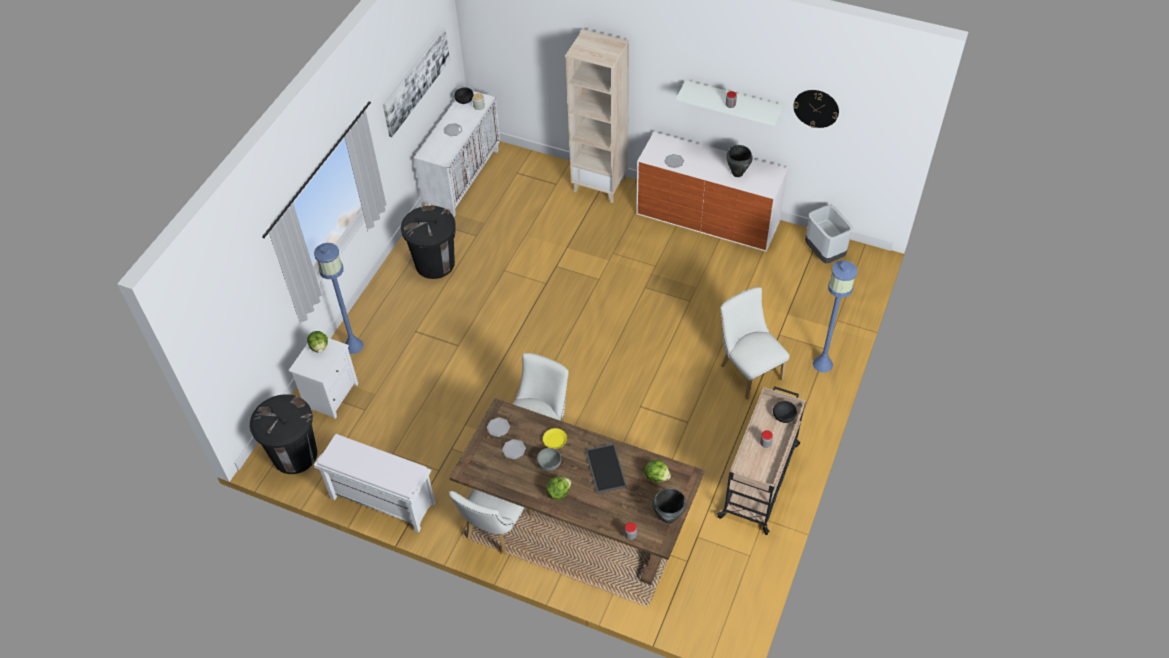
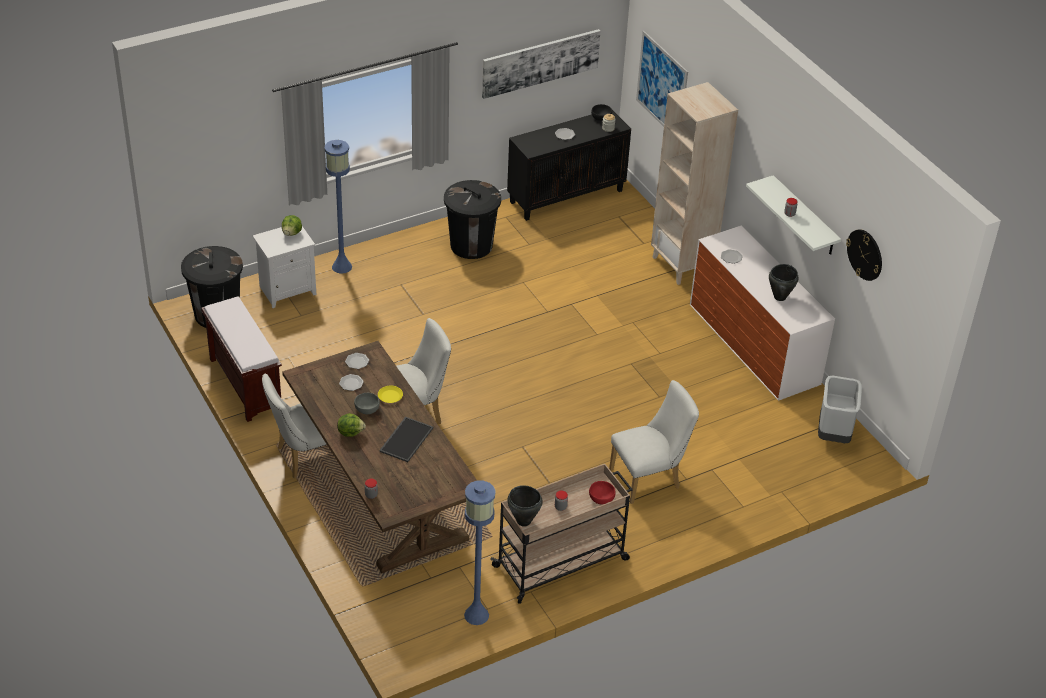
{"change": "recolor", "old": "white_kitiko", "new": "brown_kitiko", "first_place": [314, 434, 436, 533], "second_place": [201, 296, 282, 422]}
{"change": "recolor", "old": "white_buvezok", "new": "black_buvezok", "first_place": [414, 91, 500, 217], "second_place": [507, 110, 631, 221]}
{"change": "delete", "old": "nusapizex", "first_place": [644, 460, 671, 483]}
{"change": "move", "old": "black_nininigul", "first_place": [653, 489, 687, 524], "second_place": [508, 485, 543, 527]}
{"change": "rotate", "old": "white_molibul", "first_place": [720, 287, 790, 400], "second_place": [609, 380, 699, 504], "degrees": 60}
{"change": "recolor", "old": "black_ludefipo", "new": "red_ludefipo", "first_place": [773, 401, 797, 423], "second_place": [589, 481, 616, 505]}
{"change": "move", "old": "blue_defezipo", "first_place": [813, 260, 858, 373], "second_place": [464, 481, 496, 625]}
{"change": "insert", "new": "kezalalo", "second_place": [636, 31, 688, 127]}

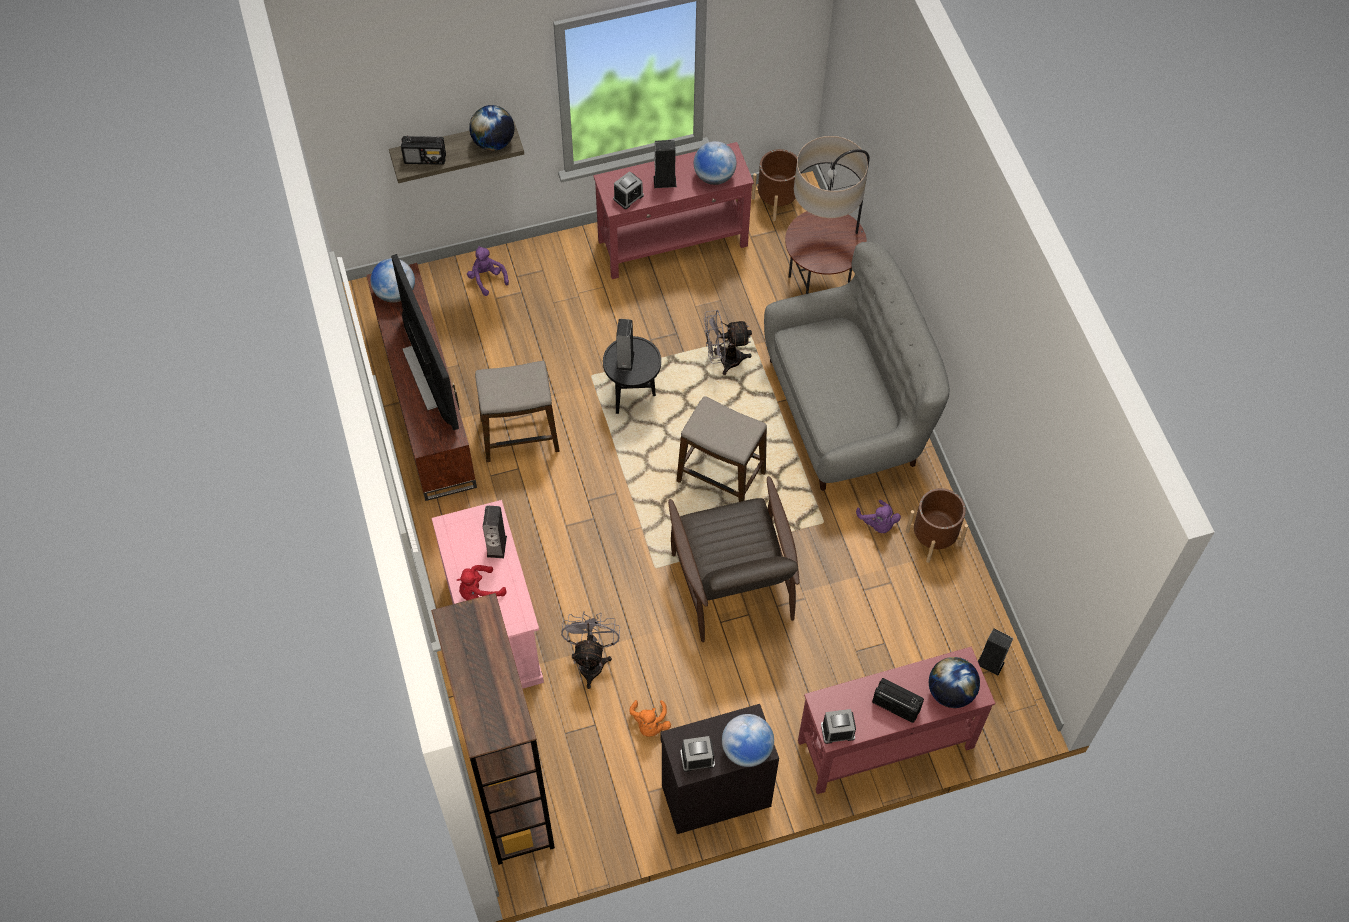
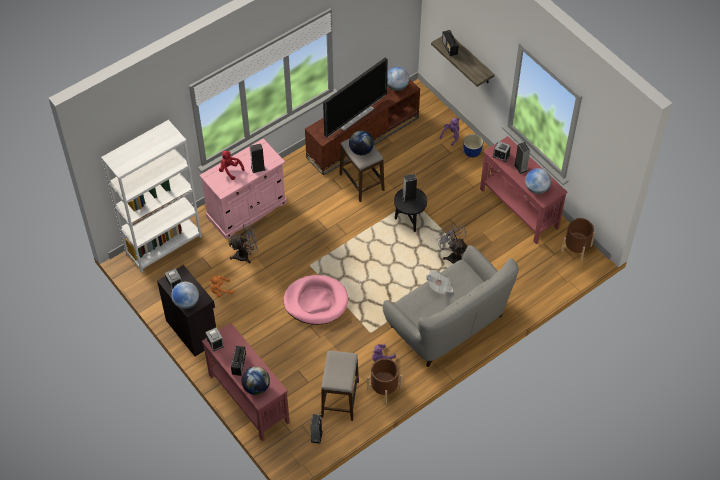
{"change": "recolor", "old": "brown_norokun", "new": "white_norokun", "first_place": [431, 593, 555, 865], "second_place": [101, 120, 202, 273]}
{"change": "move", "old": "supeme", "first_place": [469, 105, 514, 151], "second_place": [349, 131, 374, 155]}
{"change": "replace", "old": "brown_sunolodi", "new": "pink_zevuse", "first_place": [668, 476, 799, 642], "second_place": [284, 275, 348, 325]}
{"change": "move", "old": "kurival", "first_place": [677, 396, 767, 502], "second_place": [321, 351, 359, 421]}
{"change": "delete", "old": "defezipo", "first_place": [785, 136, 870, 294]}
{"change": "insert", "new": "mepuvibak", "second_place": [426, 270, 453, 294]}
{"change": "insert", "new": "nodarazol", "second_place": [463, 134, 483, 157]}

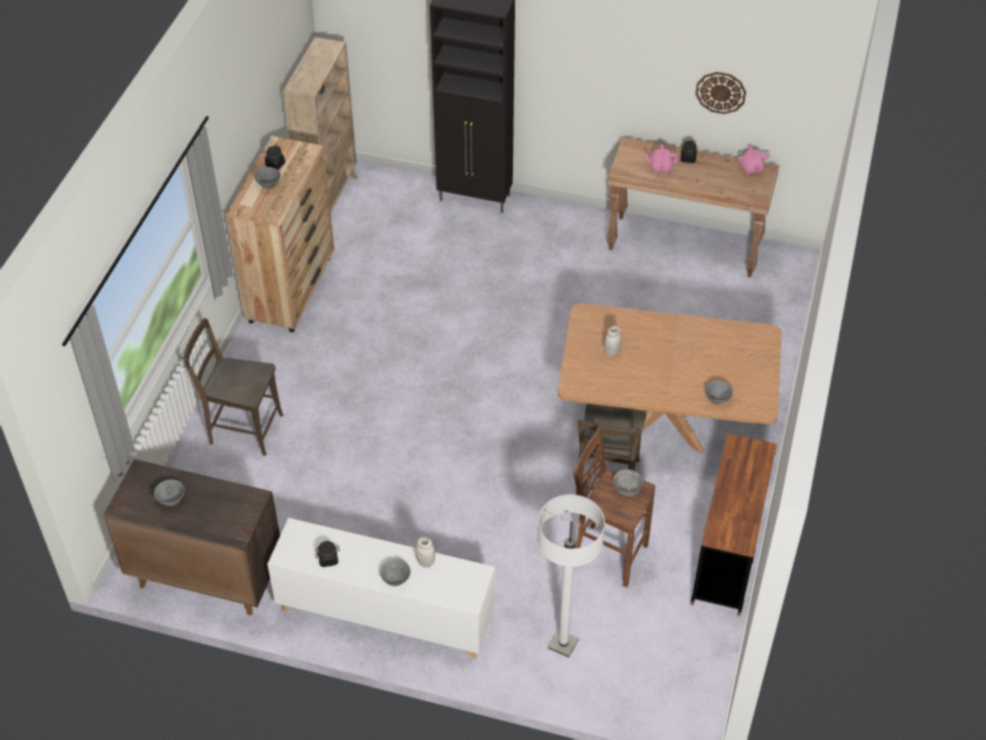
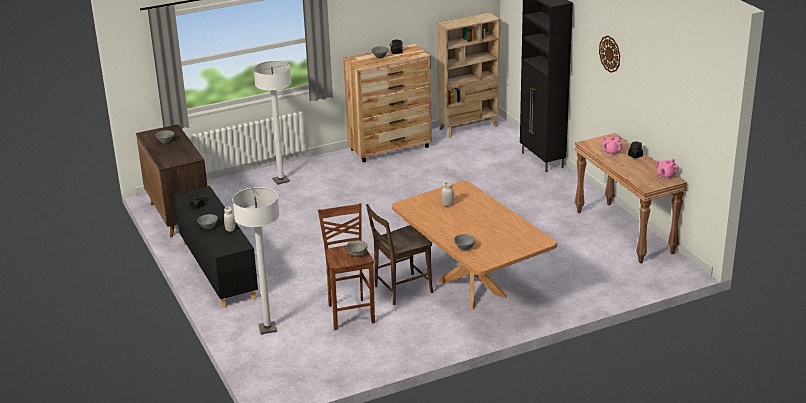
{"change": "replace", "old": "brown_molibul", "new": "white_defezipo", "first_place": [183, 318, 283, 456], "second_place": [254, 61, 291, 185]}
{"change": "recolor", "old": "white_buvezok", "new": "black_buvezok", "first_place": [267, 518, 495, 659], "second_place": [174, 186, 258, 308]}
{"change": "delete", "old": "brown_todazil", "first_place": [691, 433, 777, 617]}
{"change": "move", "old": "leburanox", "first_place": [695, 72, 746, 114], "second_place": [599, 36, 620, 73]}

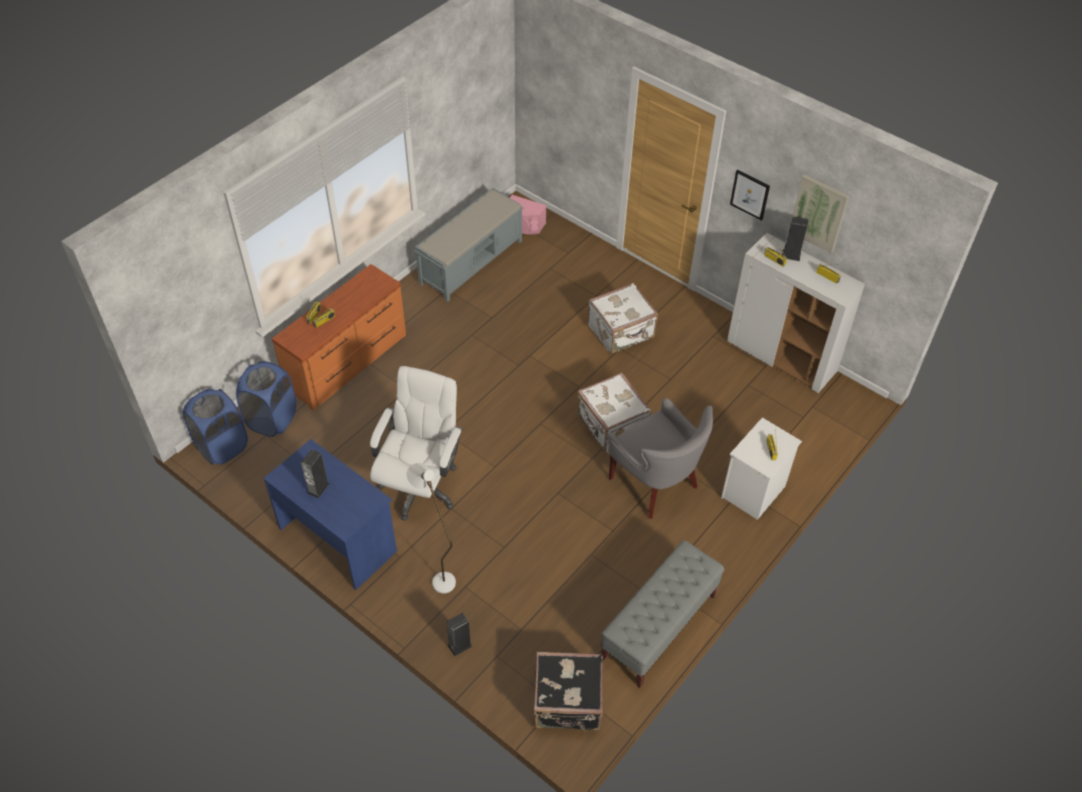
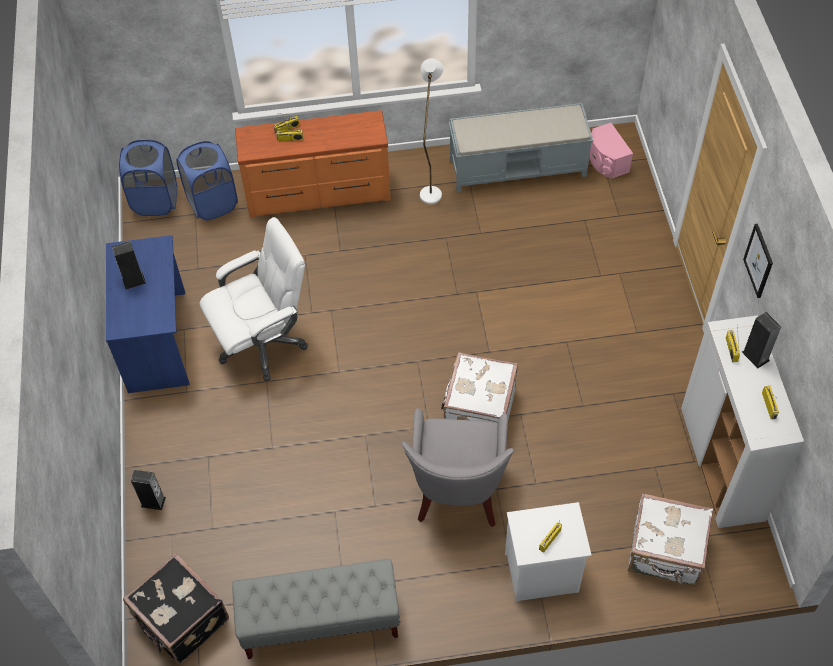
{"change": "move", "old": "white_defezipo", "first_place": [407, 463, 456, 593], "second_place": [420, 58, 443, 204]}
{"change": "move", "old": "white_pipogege", "first_place": [588, 283, 658, 354], "second_place": [628, 494, 713, 586]}
{"change": "delete", "old": "kezalalo", "first_place": [793, 174, 850, 253]}

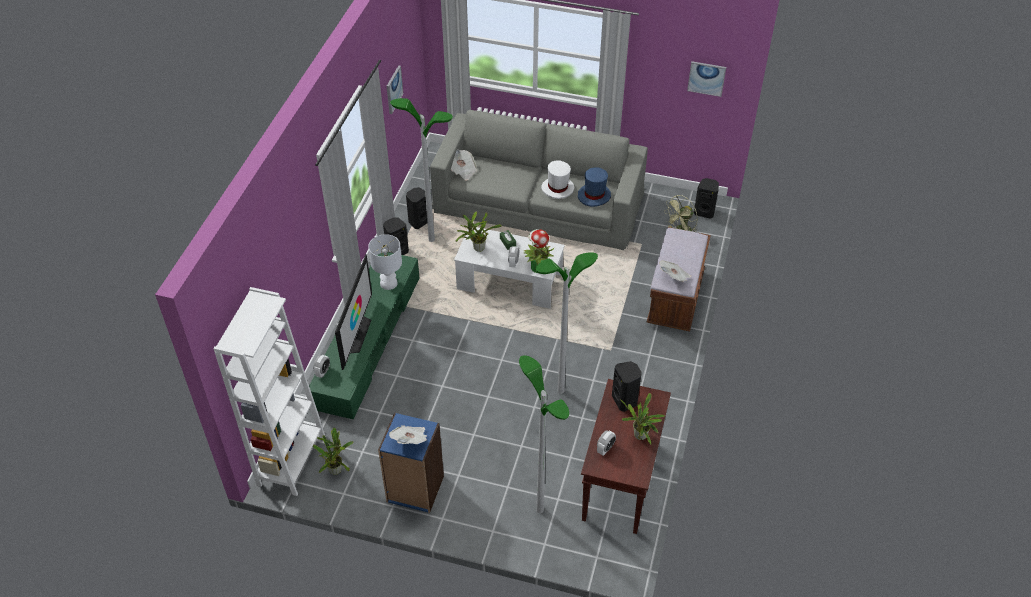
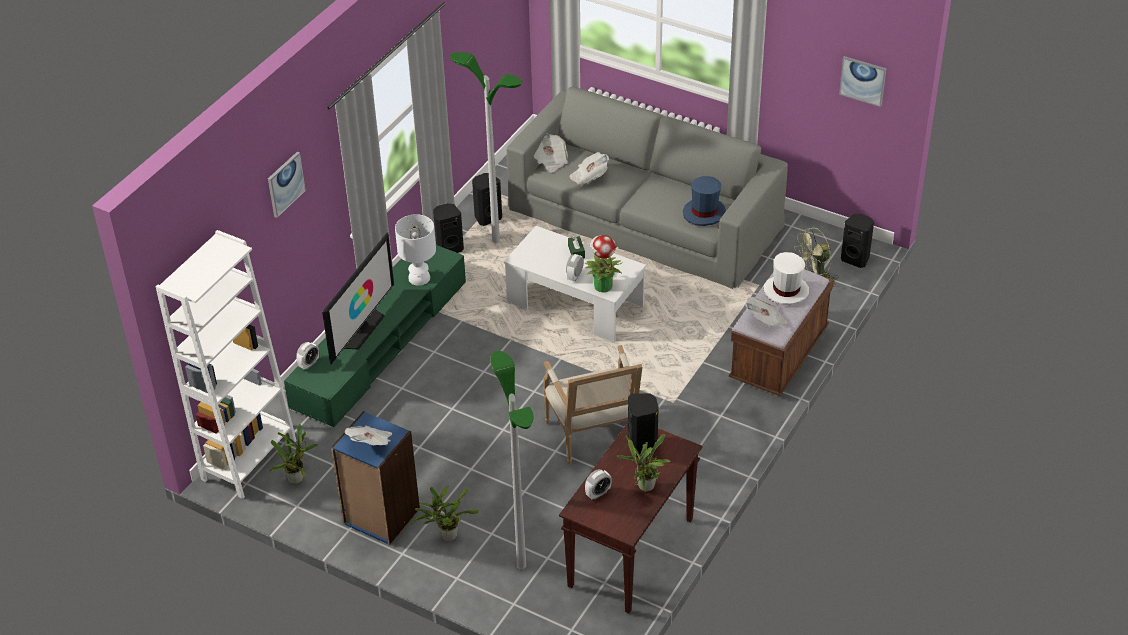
{"change": "move", "old": "kezalalo", "first_place": [387, 65, 403, 114], "second_place": [268, 152, 306, 218]}
{"change": "move", "old": "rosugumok", "first_place": [456, 212, 502, 252], "second_place": [411, 486, 479, 541]}
{"change": "replace", "old": "defezipo", "new": "sunolodi", "first_place": [536, 252, 598, 394], "second_place": [543, 345, 642, 464]}
{"change": "move", "old": "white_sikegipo", "first_place": [541, 160, 575, 199], "second_place": [763, 252, 809, 305]}
{"change": "insert", "new": "mepuvibak", "second_place": [569, 152, 609, 187]}

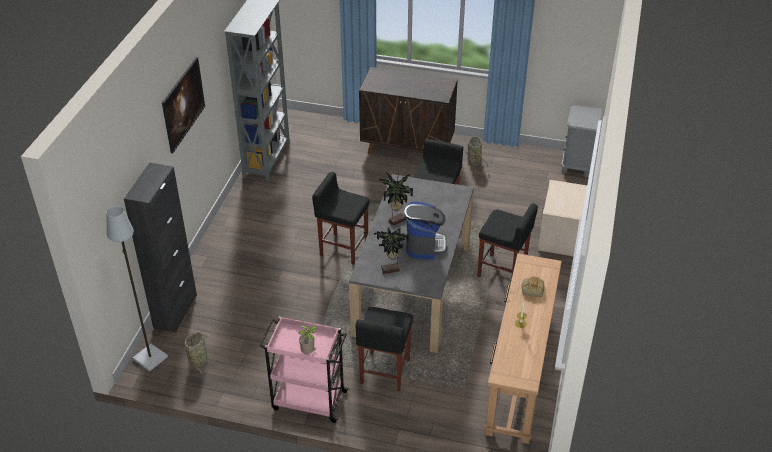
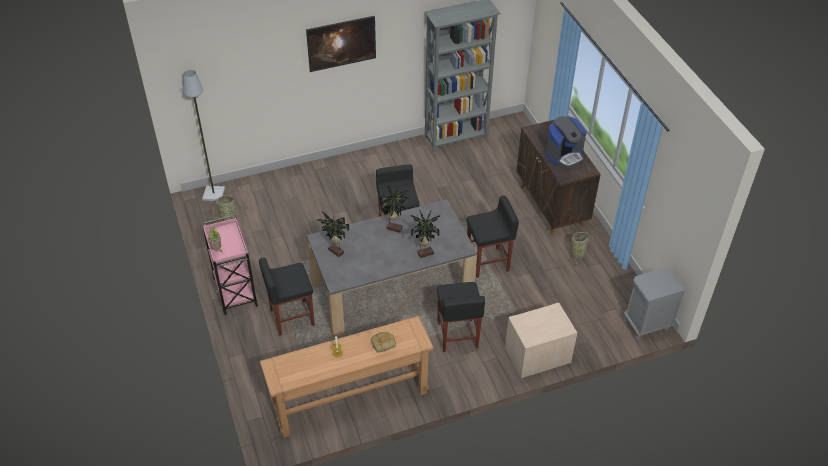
{"change": "delete", "old": "black_buvezok", "first_place": [124, 163, 197, 333]}
{"change": "move", "old": "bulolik", "first_place": [404, 201, 447, 259], "second_place": [546, 116, 587, 168]}
{"change": "insert", "new": "rosugumok", "second_place": [411, 209, 440, 258]}

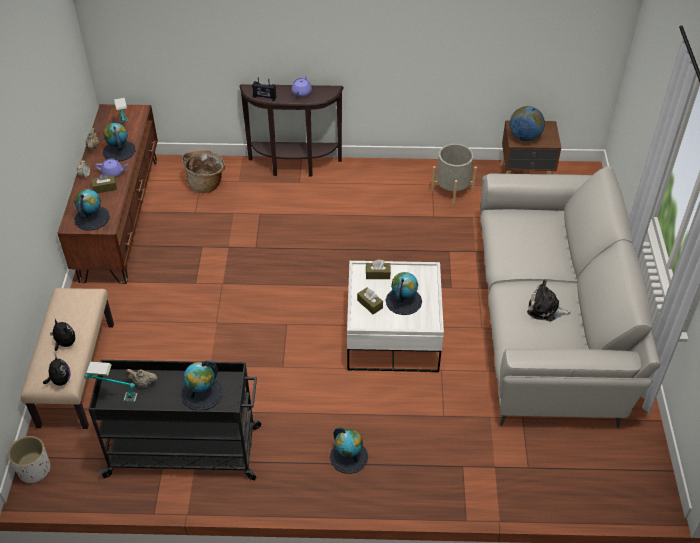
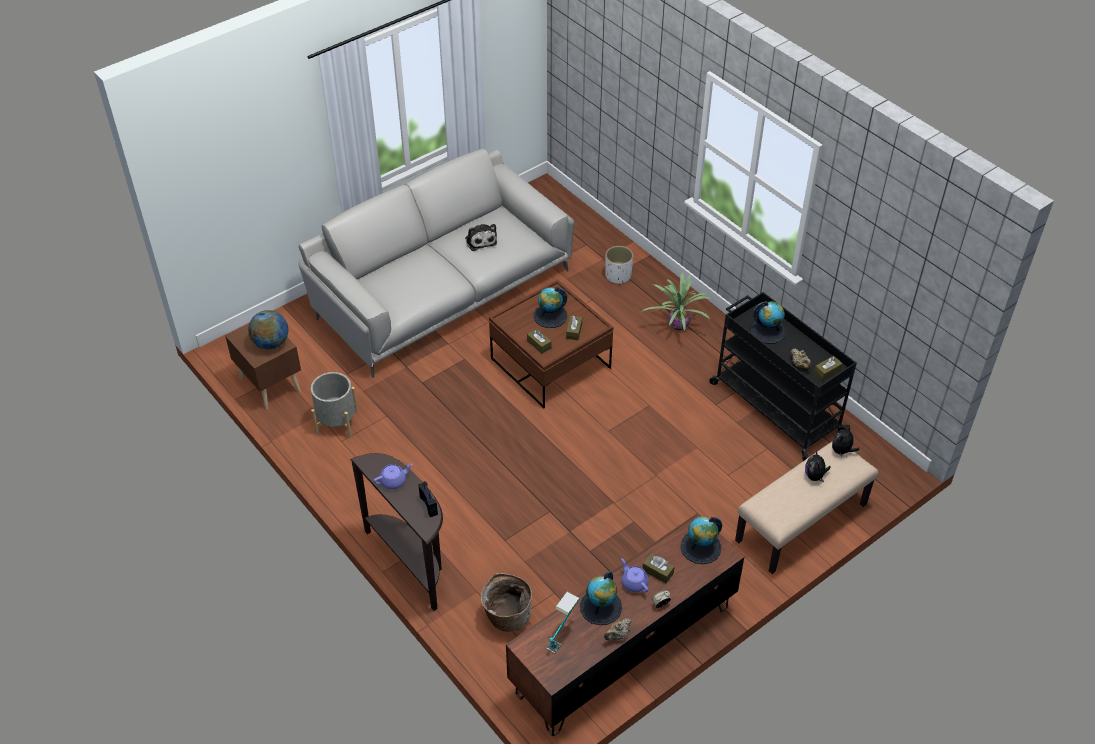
{"change": "move", "old": "white_nodarazol", "first_place": [8, 436, 50, 483], "second_place": [605, 246, 633, 285]}
{"change": "replace", "old": "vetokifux", "new": "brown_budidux", "first_place": [84, 361, 137, 402], "second_place": [814, 356, 843, 381]}
{"change": "replace", "old": "supeme", "new": "rosugumok", "first_place": [330, 427, 368, 474], "second_place": [642, 272, 710, 331]}
{"change": "recolor", "old": "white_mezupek", "new": "brown_mezupek", "first_place": [347, 261, 444, 372], "second_place": [489, 280, 613, 408]}

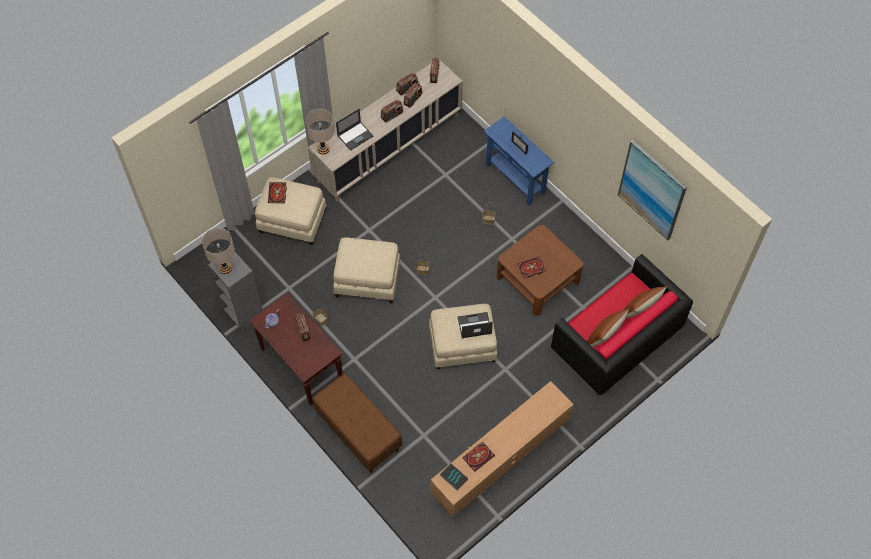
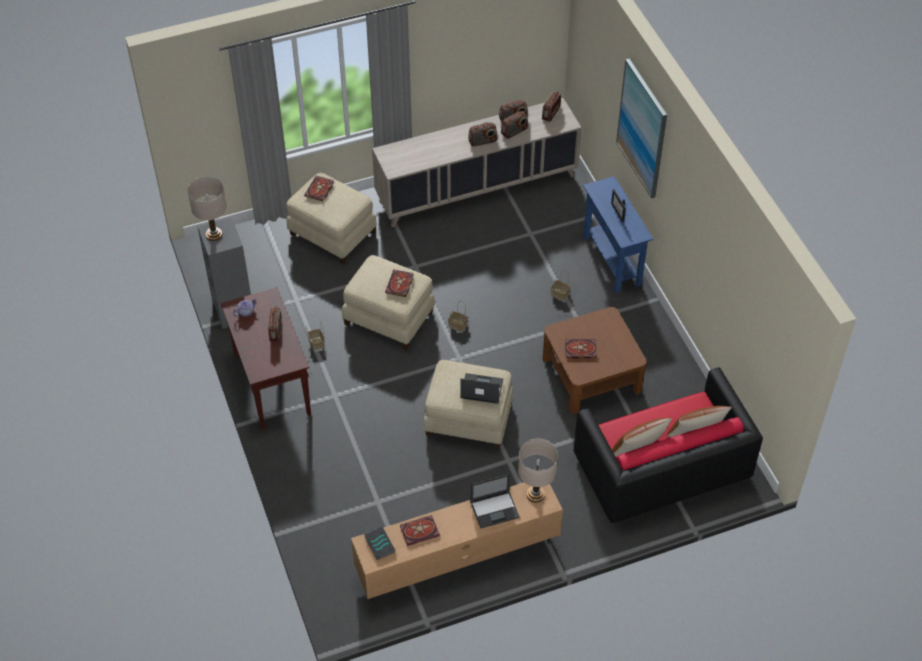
{"change": "move", "old": "beige_vetokifux", "first_place": [306, 109, 334, 155], "second_place": [518, 439, 558, 503]}
{"change": "delete", "old": "brown_kitiko", "first_place": [313, 374, 402, 473]}
{"change": "move", "old": "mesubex", "first_place": [336, 109, 373, 151], "second_place": [470, 474, 519, 529]}
{"change": "move", "old": "kezalalo", "first_place": [618, 140, 687, 240], "second_place": [616, 59, 667, 199]}
{"change": "insert", "new": "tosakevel", "second_place": [385, 270, 414, 297]}

